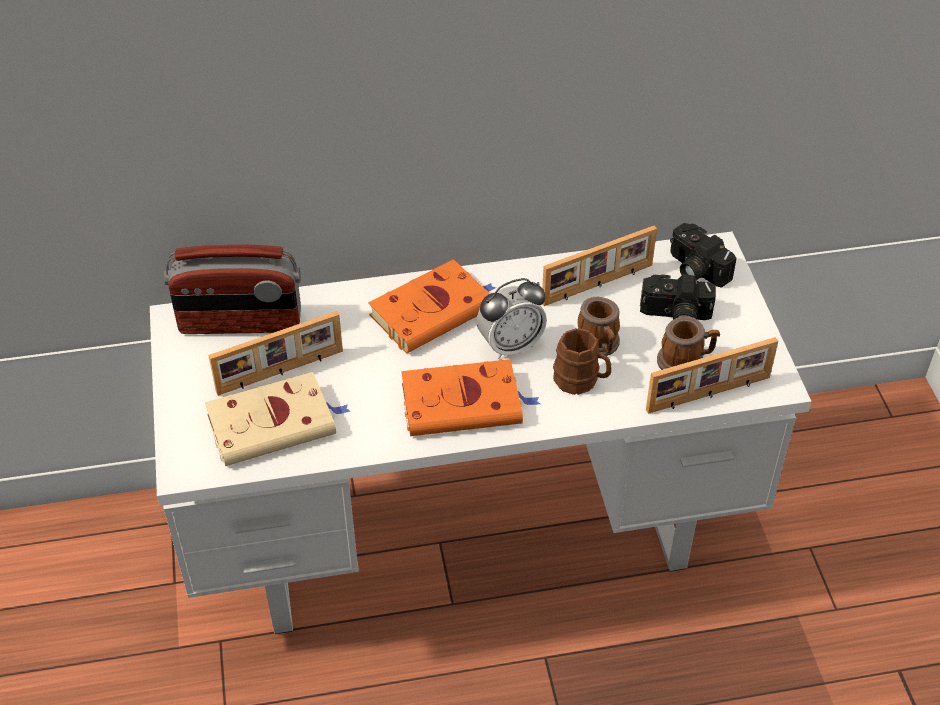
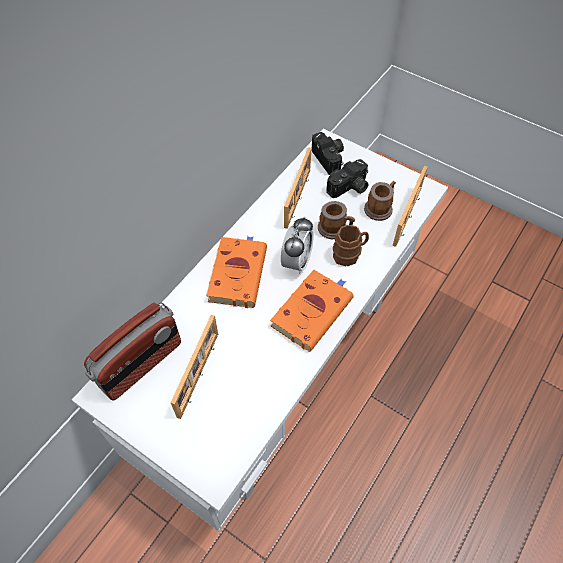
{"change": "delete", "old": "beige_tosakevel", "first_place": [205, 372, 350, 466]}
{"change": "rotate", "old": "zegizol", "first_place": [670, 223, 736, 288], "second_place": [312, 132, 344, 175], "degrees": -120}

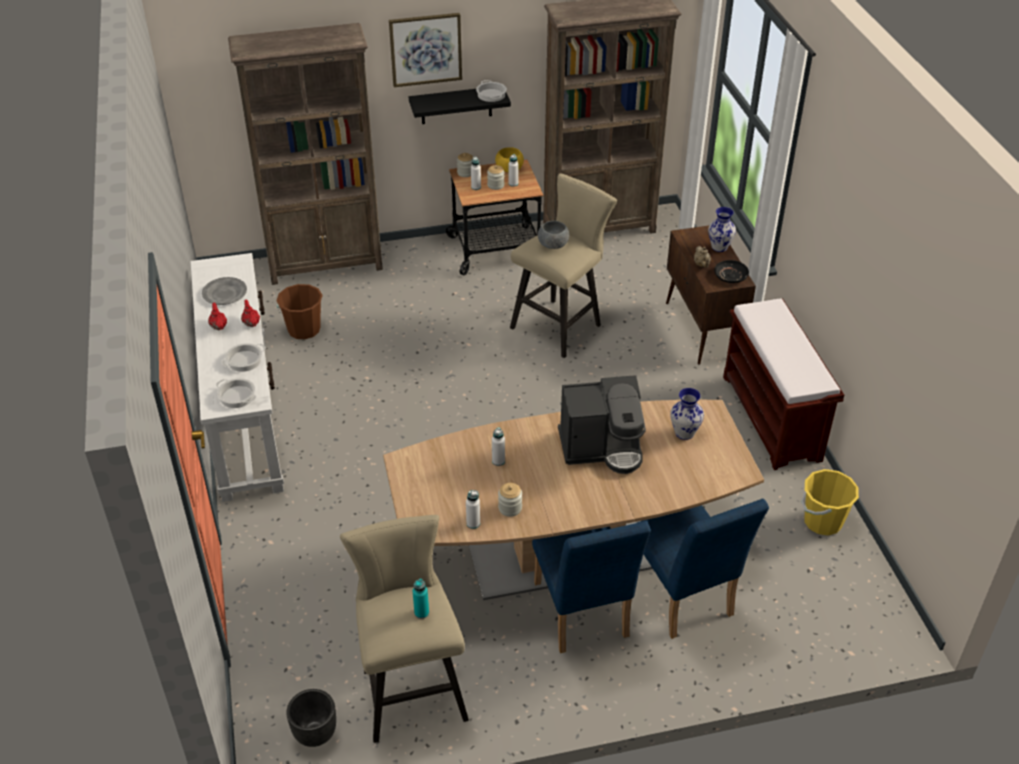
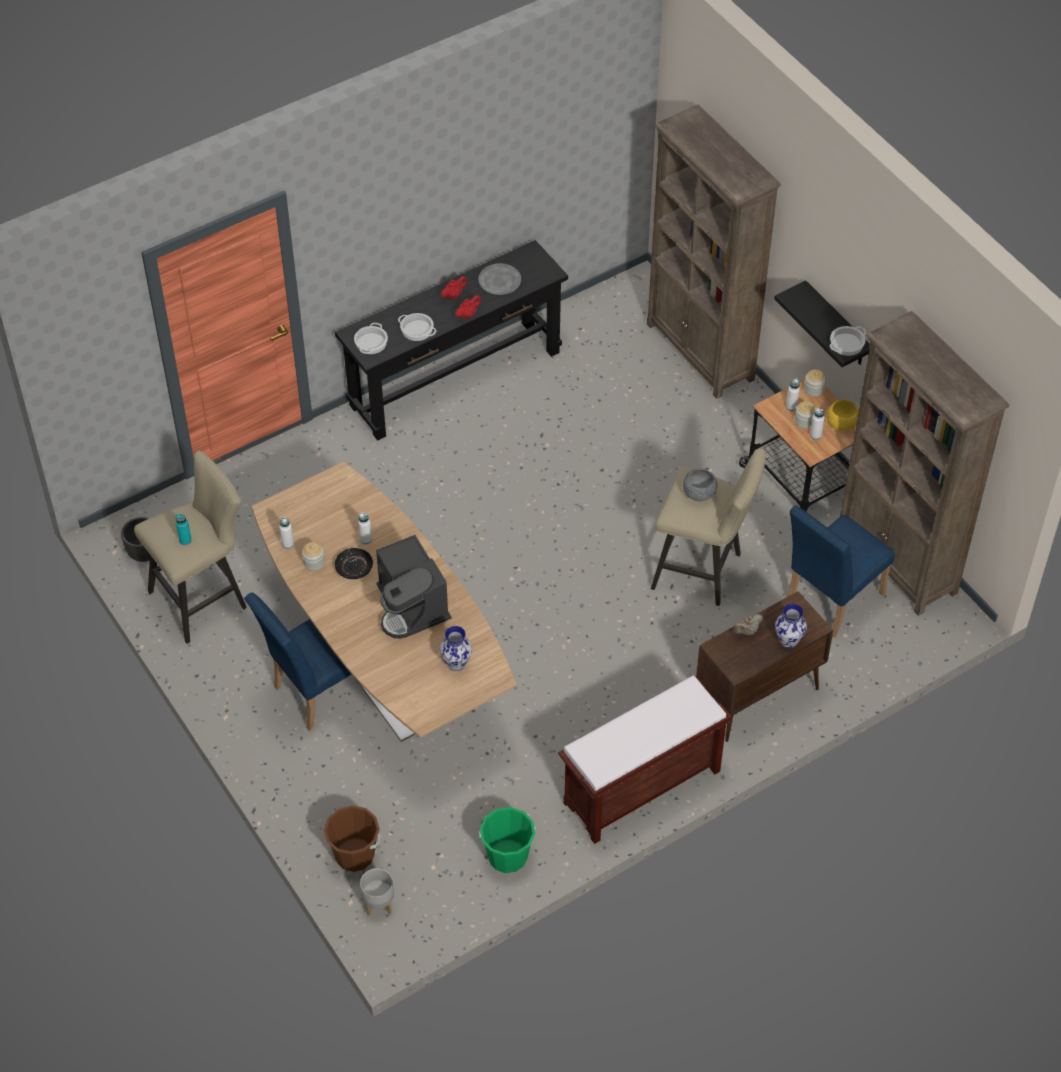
{"change": "recolor", "old": "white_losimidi", "new": "black_losimidi", "first_place": [190, 253, 284, 502], "second_place": [335, 240, 568, 441]}
{"change": "move", "old": "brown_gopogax", "first_place": [276, 284, 323, 339], "second_place": [324, 805, 380, 872]}
{"change": "delete", "old": "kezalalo", "first_place": [389, 13, 462, 87]}
{"change": "move", "old": "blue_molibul", "first_place": [637, 499, 769, 639], "second_place": [787, 505, 895, 638]}
{"change": "move", "old": "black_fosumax", "first_place": [714, 260, 749, 283], "second_place": [335, 548, 373, 579]}
{"change": "recolor", "old": "yellow_gopogax", "new": "green_gopogax", "first_place": [801, 469, 859, 535], "second_place": [479, 807, 536, 873]}
{"change": "insert", "new": "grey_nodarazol", "second_place": [360, 868, 394, 916]}

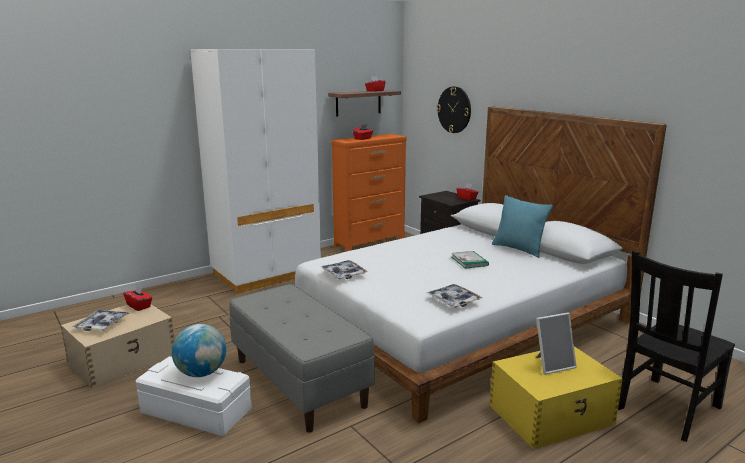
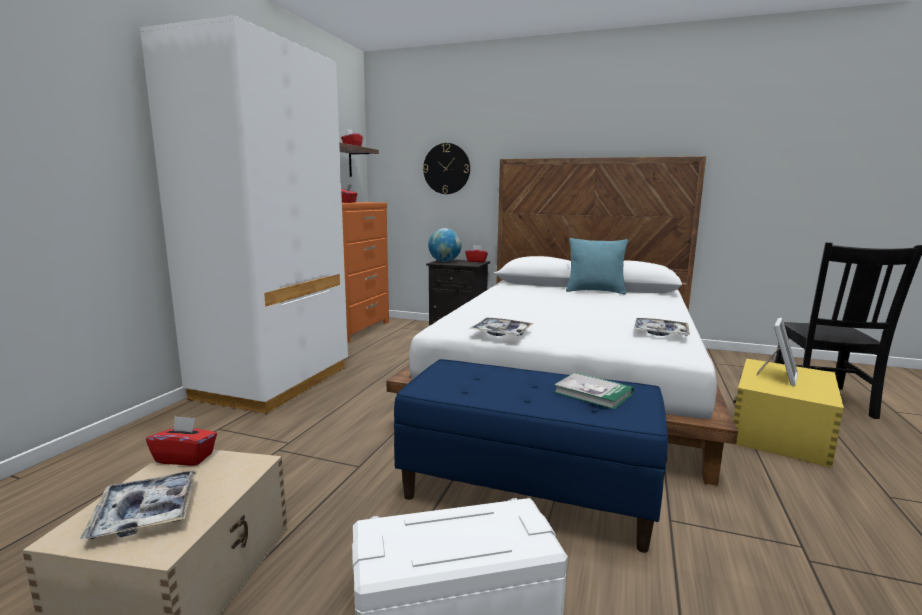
{"change": "move", "old": "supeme", "first_place": [172, 324, 226, 377], "second_place": [428, 228, 462, 262]}
{"change": "recolor", "old": "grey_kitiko", "new": "blue_kitiko", "first_place": [229, 284, 375, 433], "second_place": [394, 359, 668, 553]}
{"change": "move", "old": "tosakevel", "first_place": [451, 251, 489, 269], "second_place": [554, 372, 634, 409]}

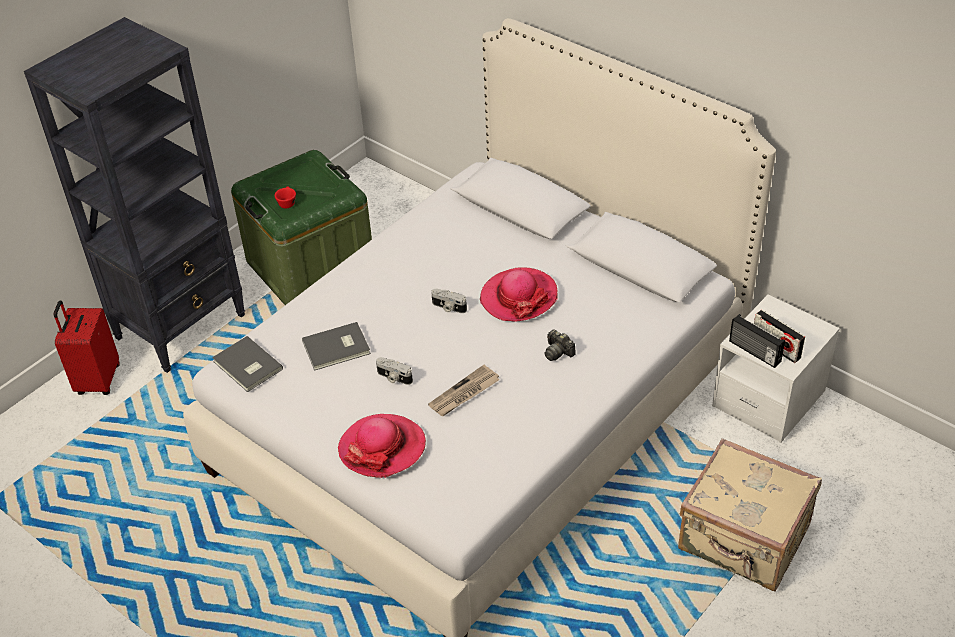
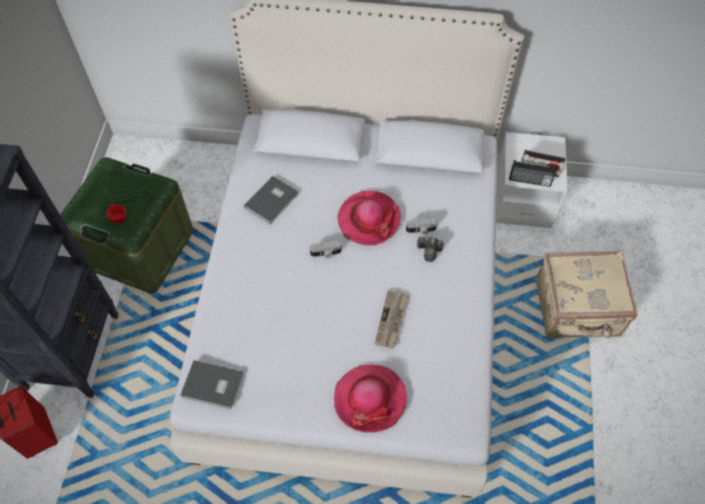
{"change": "move", "old": "grey_tosakevel", "first_place": [302, 322, 371, 371], "second_place": [244, 176, 298, 224]}
{"change": "move", "old": "zegizol", "first_place": [376, 357, 413, 385], "second_place": [406, 218, 437, 235]}

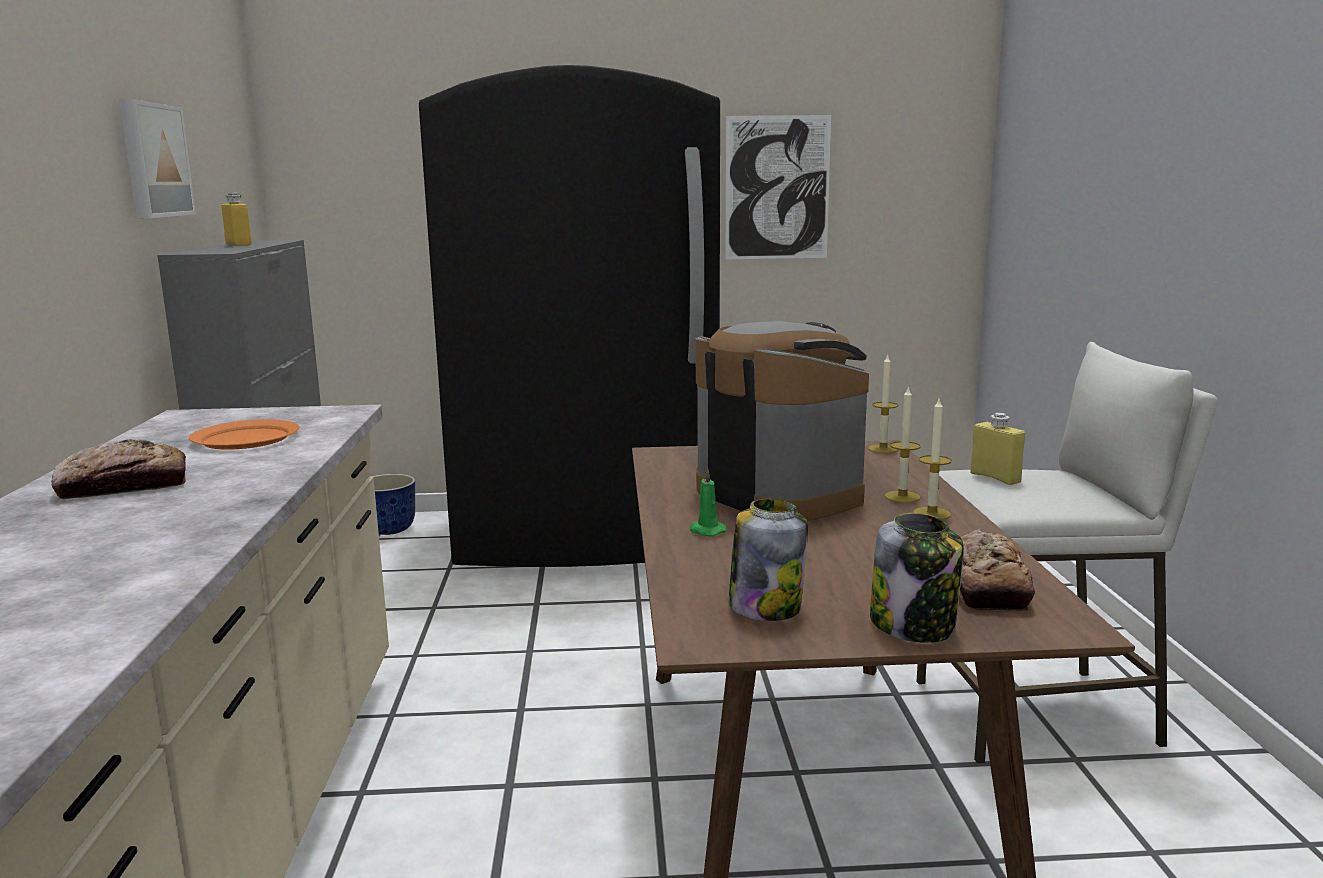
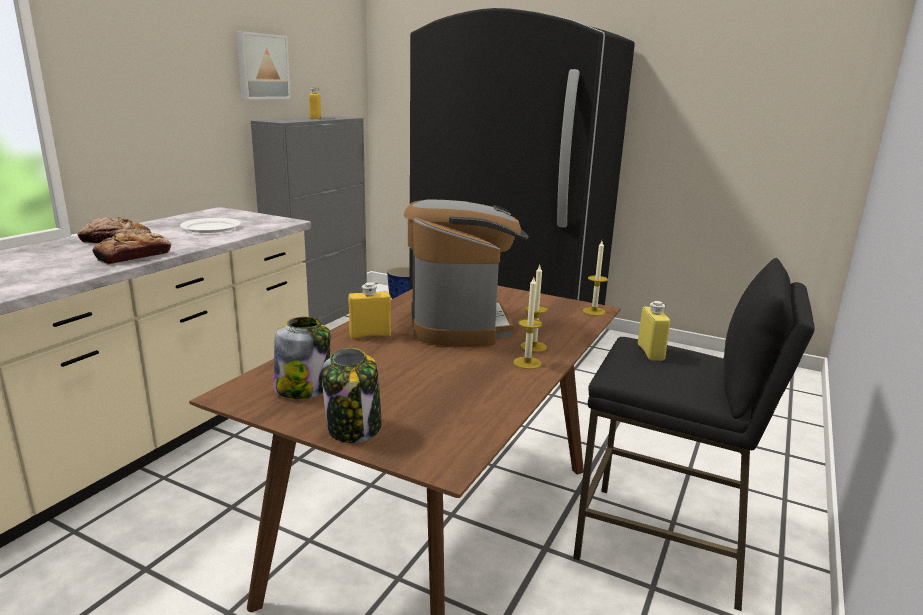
{"change": "recolor", "old": "orange_fosumax", "new": "white_fosumax", "first_place": [189, 419, 299, 450], "second_place": [180, 218, 241, 233]}
{"change": "replace", "old": "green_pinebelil", "new": "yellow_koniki", "first_place": [690, 468, 727, 536], "second_place": [348, 283, 391, 339]}
{"change": "delete", "old": "kezalalo", "first_place": [725, 115, 831, 260]}
{"change": "recolor", "old": "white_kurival", "new": "black_kurival", "first_place": [917, 342, 1218, 763], "second_place": [573, 258, 815, 611]}
{"change": "move", "old": "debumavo", "first_place": [959, 529, 1035, 611], "second_place": [92, 229, 171, 264]}

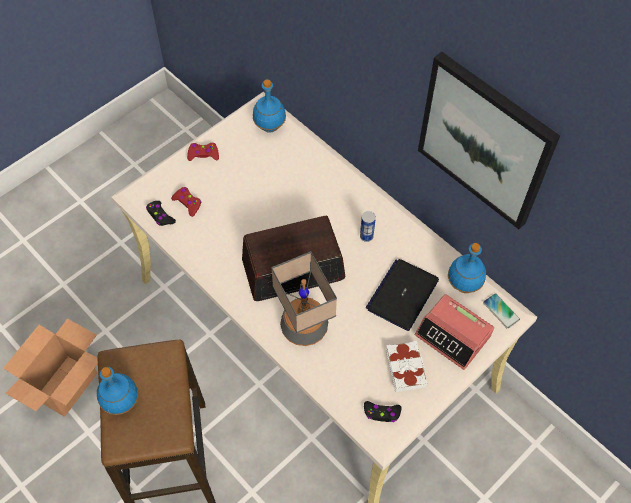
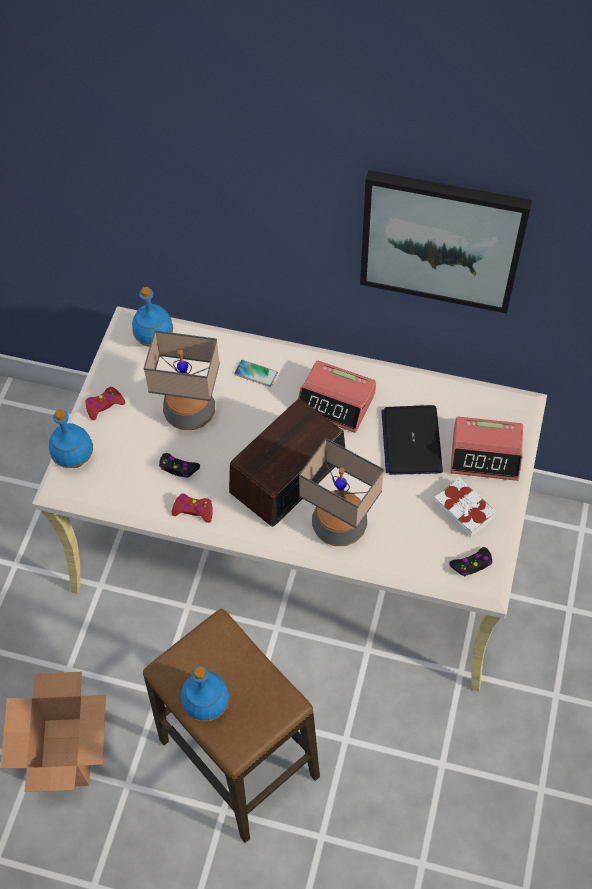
{"change": "move", "old": "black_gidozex", "first_place": [146, 201, 176, 226], "second_place": [159, 453, 200, 478]}
{"change": "move", "old": "red_gidozex", "first_place": [171, 187, 201, 217], "second_place": [171, 494, 213, 523]}
{"change": "replace", "old": "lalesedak", "new": "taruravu", "first_place": [360, 211, 376, 242], "second_place": [298, 360, 376, 433]}
{"change": "move", "old": "blue_koniki", "first_place": [448, 243, 486, 293], "second_place": [49, 410, 93, 468]}
{"change": "move", "old": "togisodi", "first_place": [483, 293, 520, 329], "second_place": [234, 360, 278, 387]}
{"change": "insert", "new": "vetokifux", "second_place": [143, 330, 220, 430]}

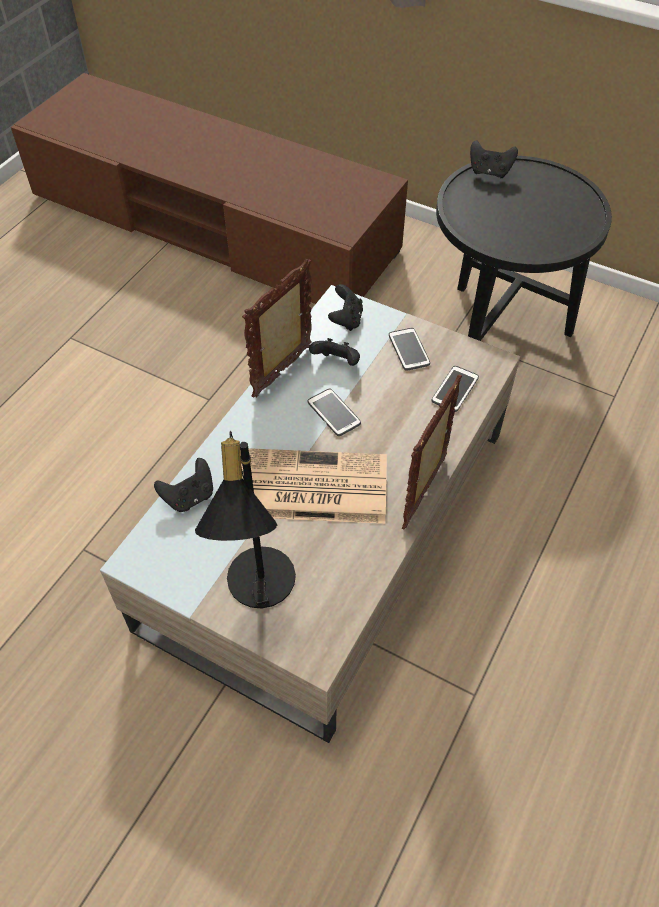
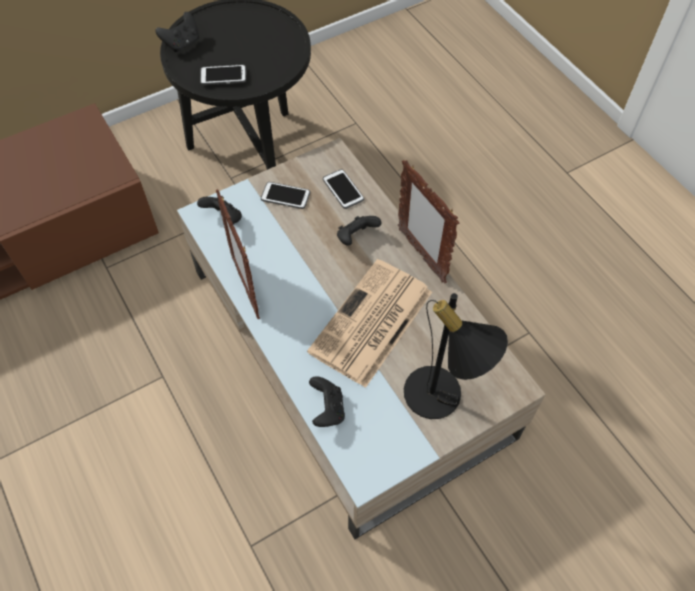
{"change": "move", "old": "togisodi", "first_place": [308, 389, 361, 436], "second_place": [200, 65, 246, 85]}
{"change": "move", "old": "black_gidozex", "first_place": [309, 338, 360, 366], "second_place": [337, 216, 382, 246]}

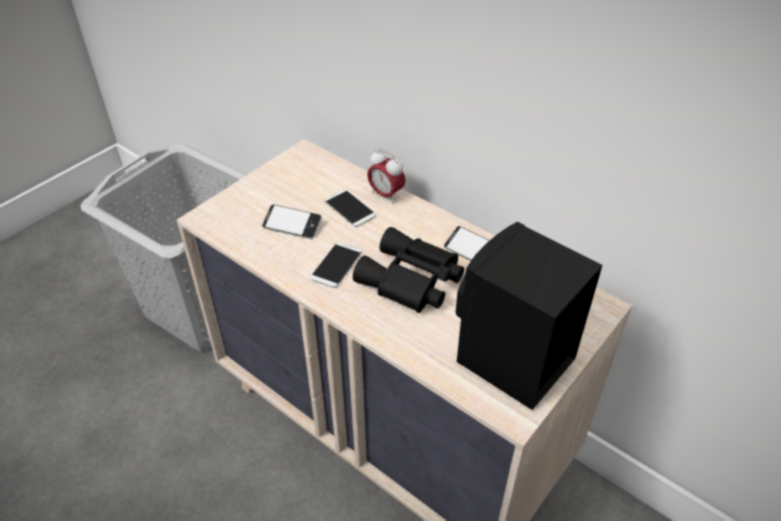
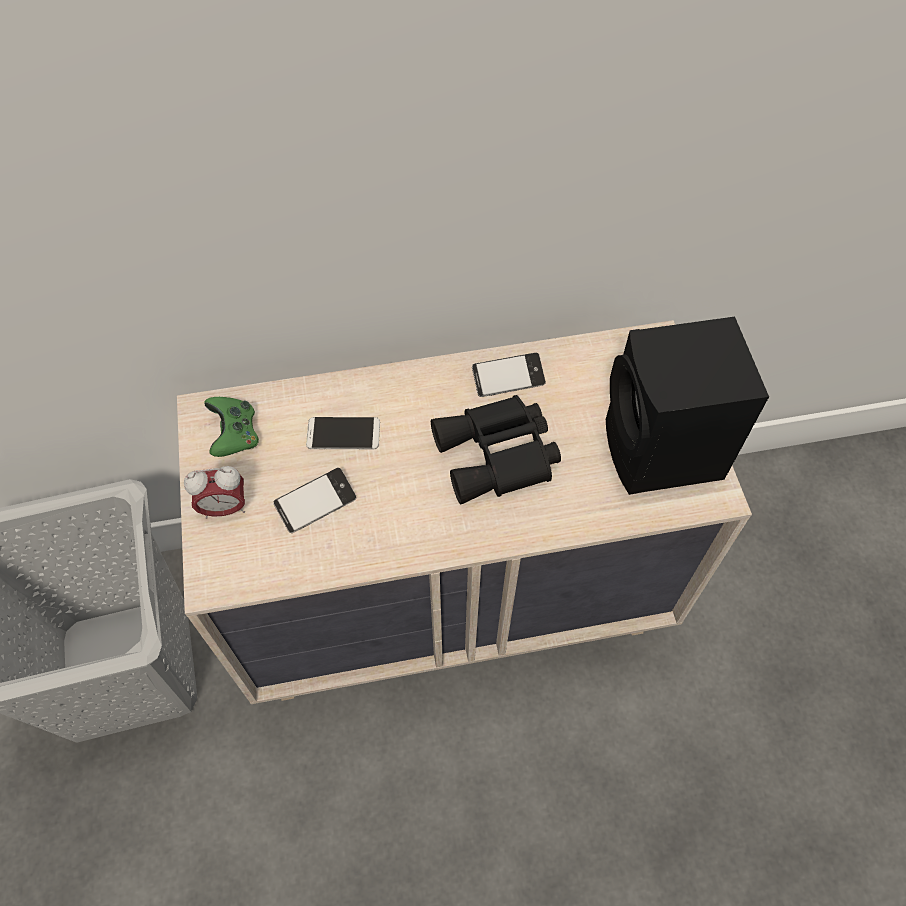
{"change": "delete", "old": "togisodi", "first_place": [310, 242, 362, 288]}
{"change": "move", "old": "taruravu", "first_place": [367, 149, 405, 204], "second_place": [184, 466, 245, 519]}
{"change": "insert", "new": "green_gidozex", "second_place": [204, 397, 259, 457]}

